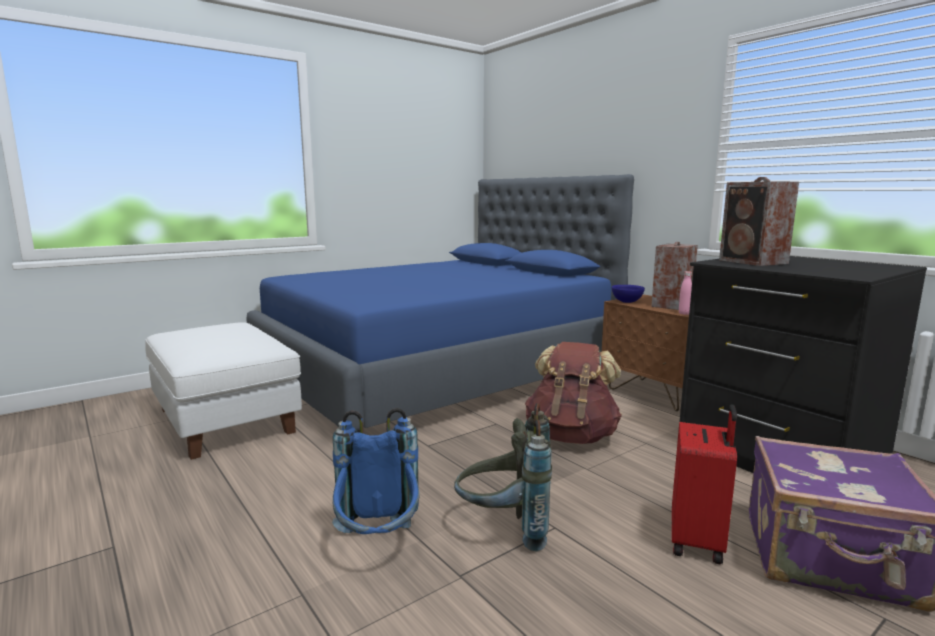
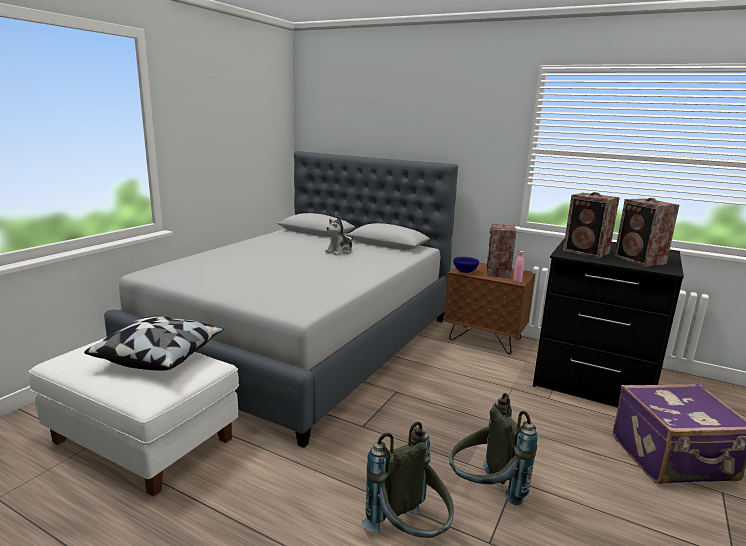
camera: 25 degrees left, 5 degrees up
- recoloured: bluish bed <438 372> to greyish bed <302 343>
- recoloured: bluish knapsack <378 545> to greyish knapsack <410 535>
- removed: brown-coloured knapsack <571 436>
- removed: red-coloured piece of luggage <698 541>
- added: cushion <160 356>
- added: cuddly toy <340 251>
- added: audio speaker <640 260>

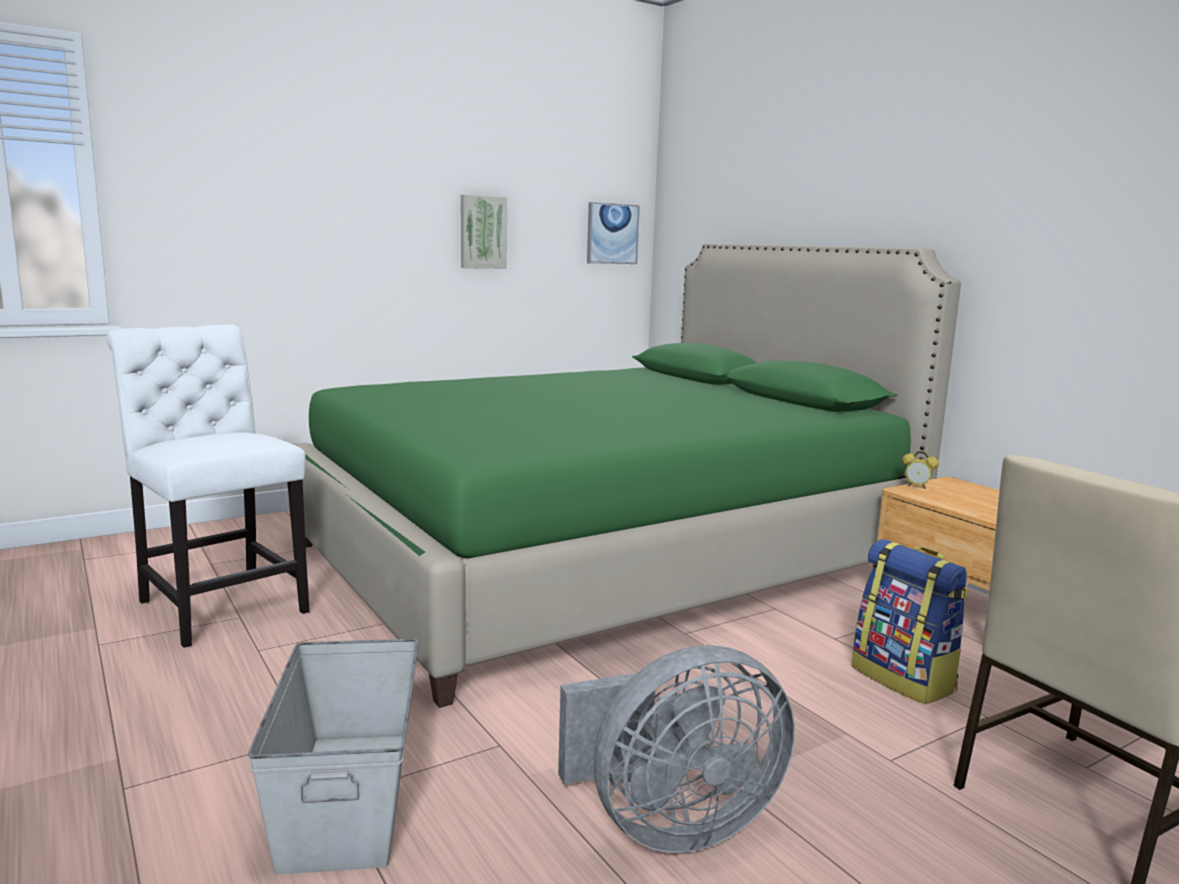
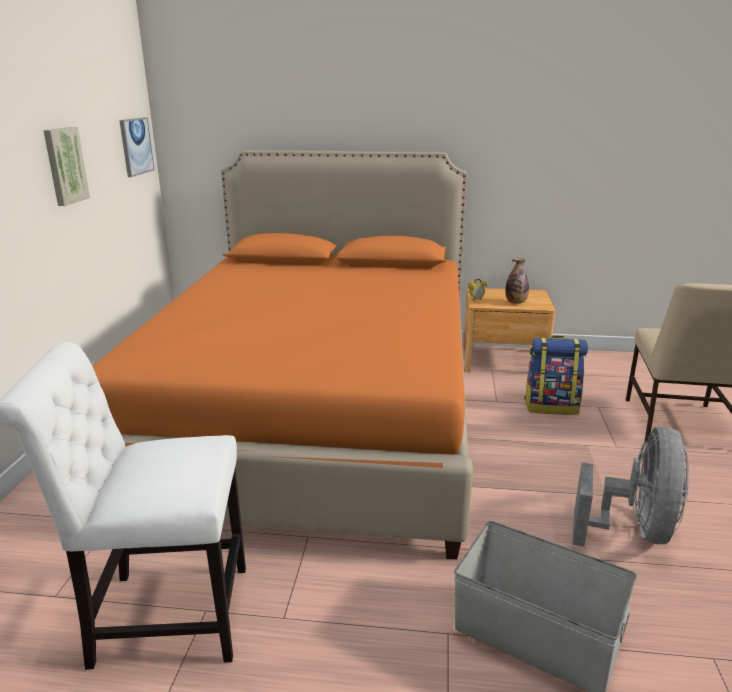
camera: 50 degrees left, 10 degrees up
- recoloured: green-coloured bed <602 559> to orange bed <317 416>
- added: drink bottle <516 302>

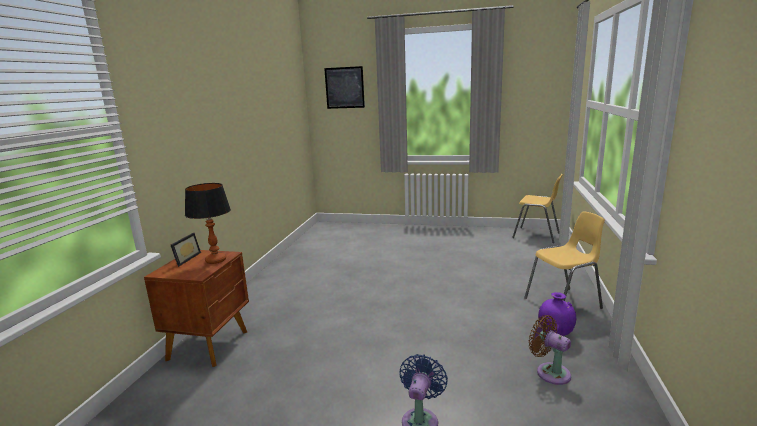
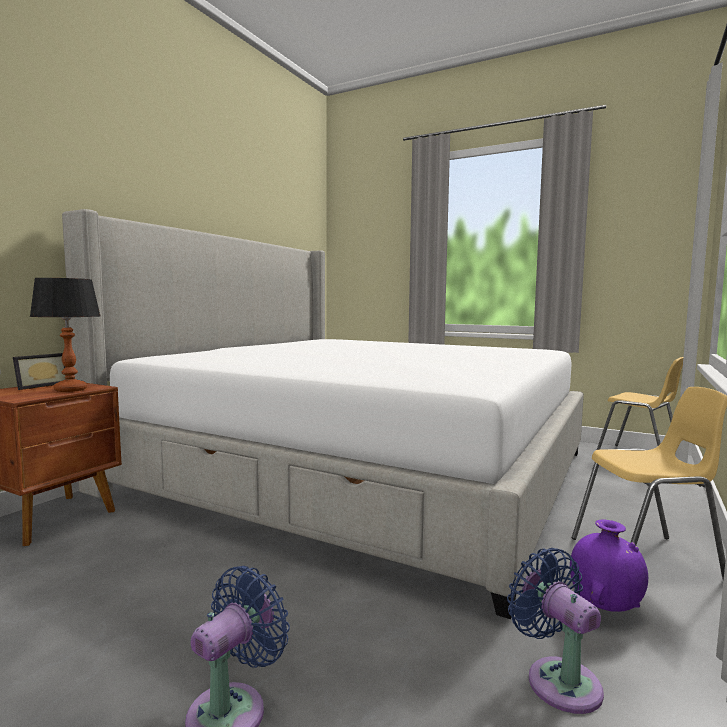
camera: 15 degrees right, 10 degrees down
- removed: wall art <344 87>
- recoloured: brown-coloured electric fan <550 372> to bluish electric fan <558 679>
- added: bed <361 471>

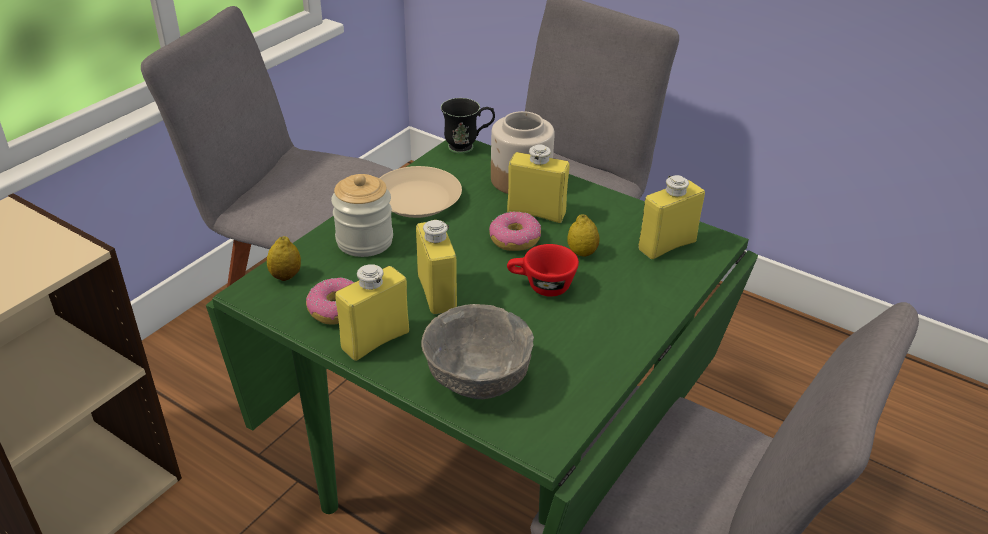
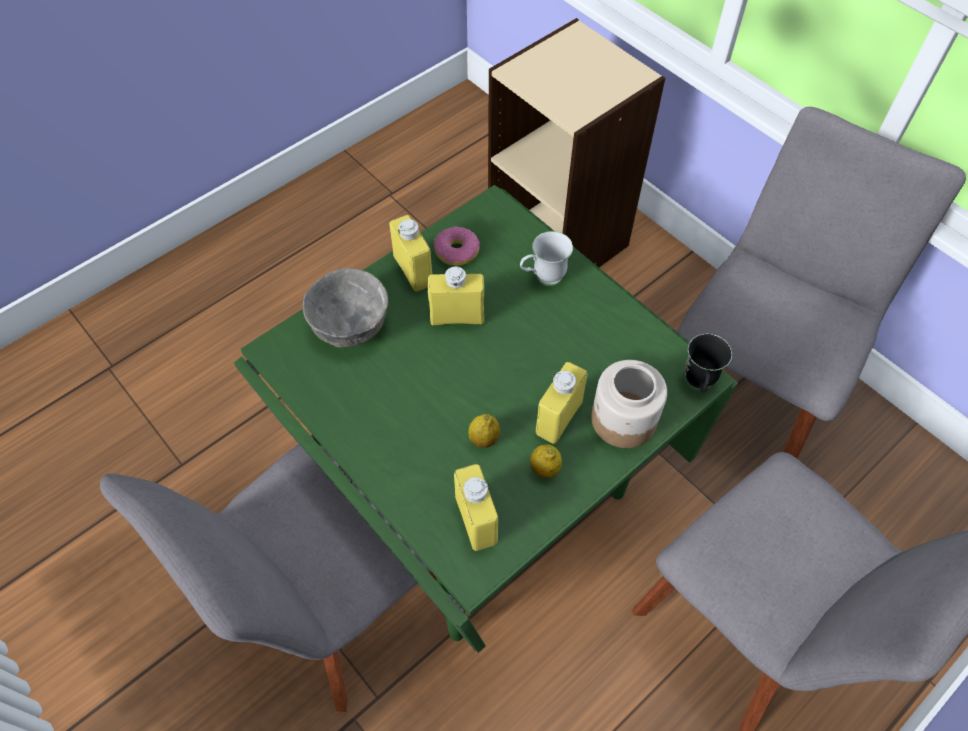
camera: 105 degrees right, 20 degrees up
- moved: lemon <286 276> to <544 469>
- replaced: jar <364 241> to white-coloured tea mug <543 278>
- removed: sand-coloured dinner plate <417 200>
- removed: donut <514 239>
- removed: red-coloured small cup <541 286>

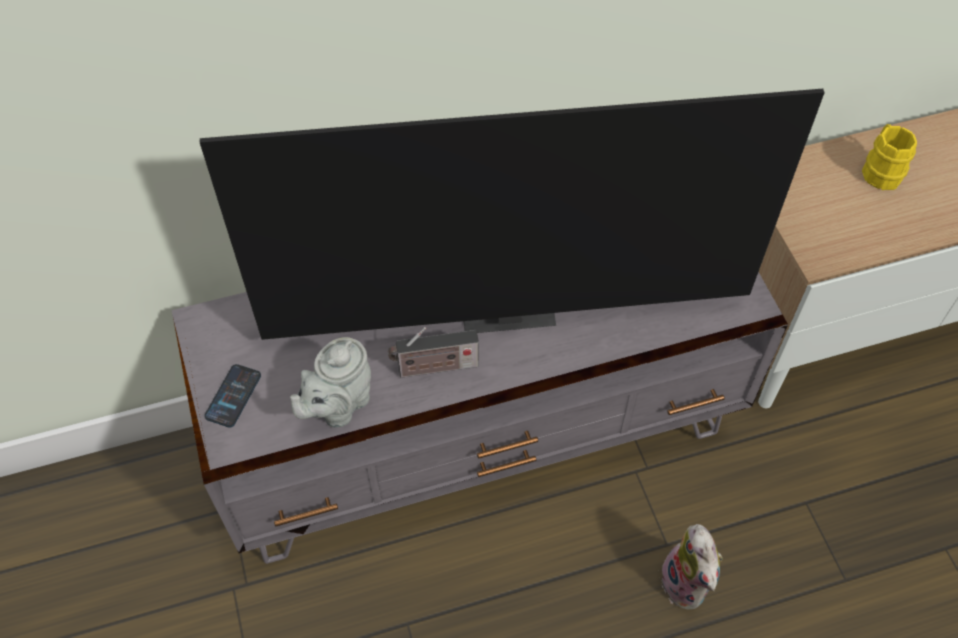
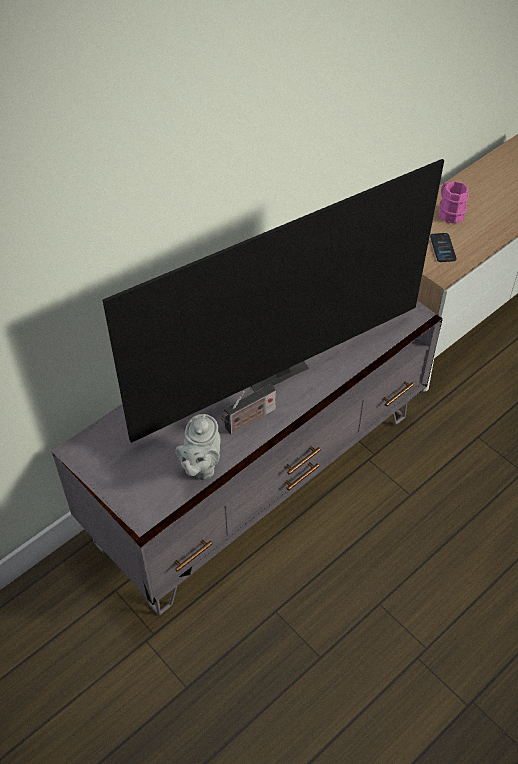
camera: 25 degrees left, 5 degrees down
- moved: phone <233 396> to <442 248>
- removed: cuddly toy <688 584>
- recoloured: yellow tea mug <880 170> to pink-coloured tea mug <449 212>

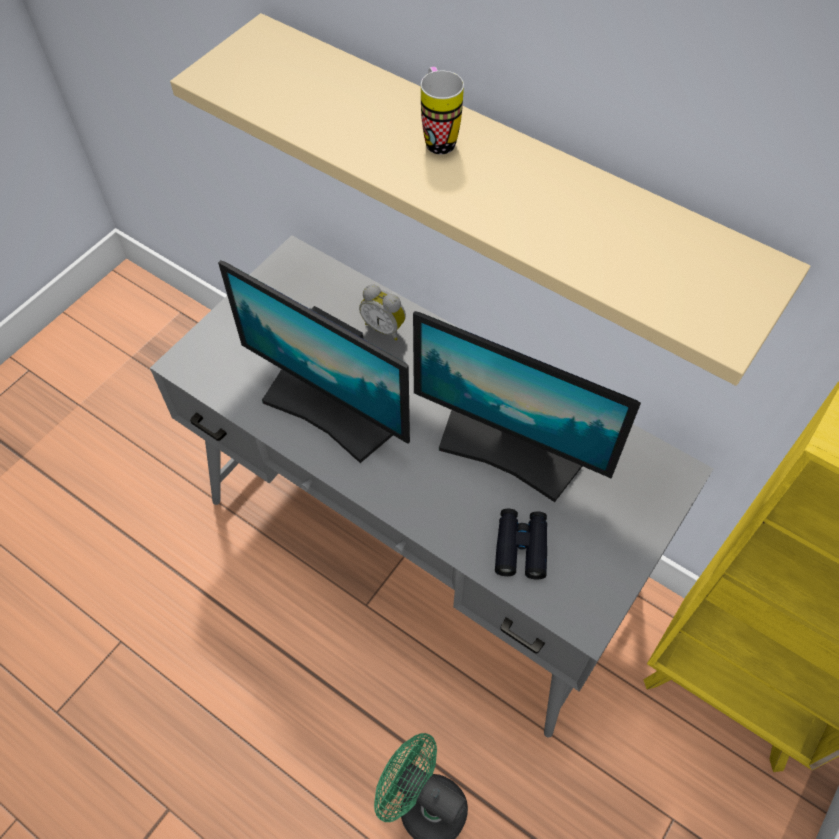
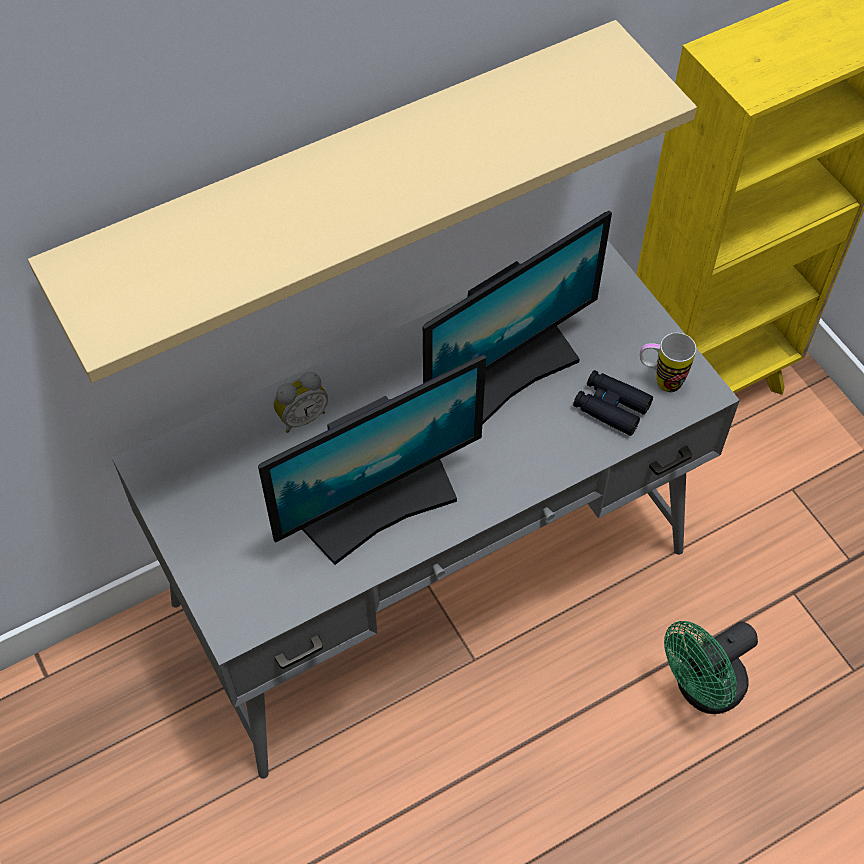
camera: 65 degrees left, 0 degrees up
- moved: tea mug <437 138> to <660 380>

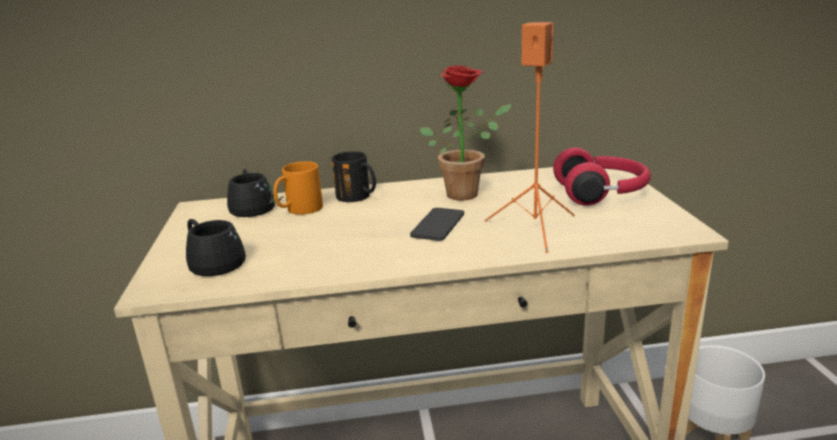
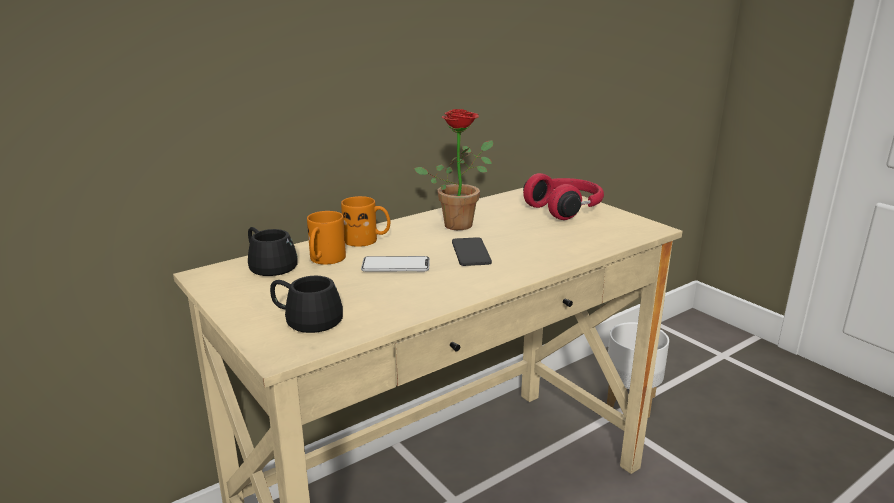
camera: 30 degrees left, 0 degrees up
- recoloured: black-coloured tea mug <358 197> to orange tea mug <367 240>
- removed: orange audio speaker <535 228>
- added: phone <395 266>

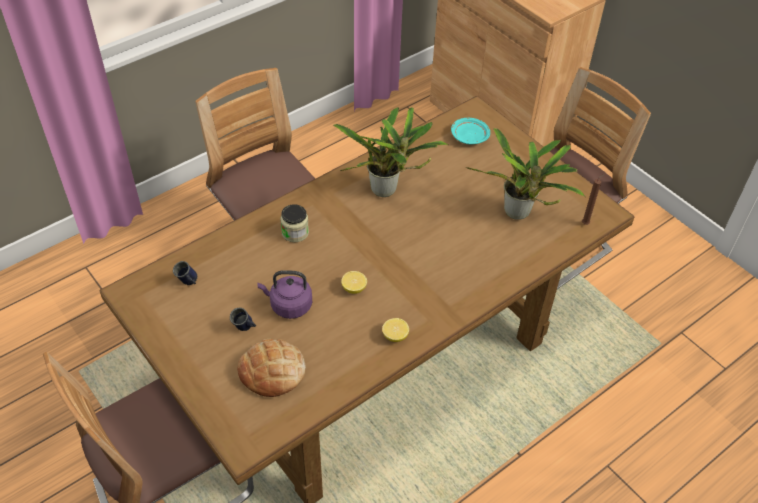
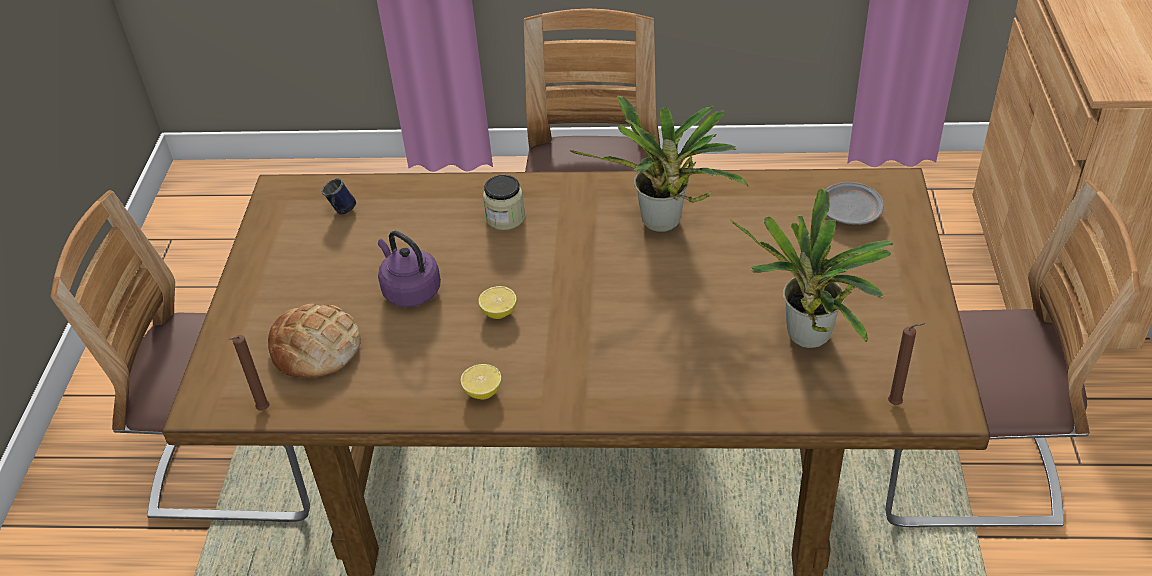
camera: 45 degrees right, 5 degrees down
- removed: bluish tea mug <245 328>
- recoloured: turquoise dinner plate <469 136> to greyish dinner plate <849 212>
- added: brown-coloured wax light <262 410>

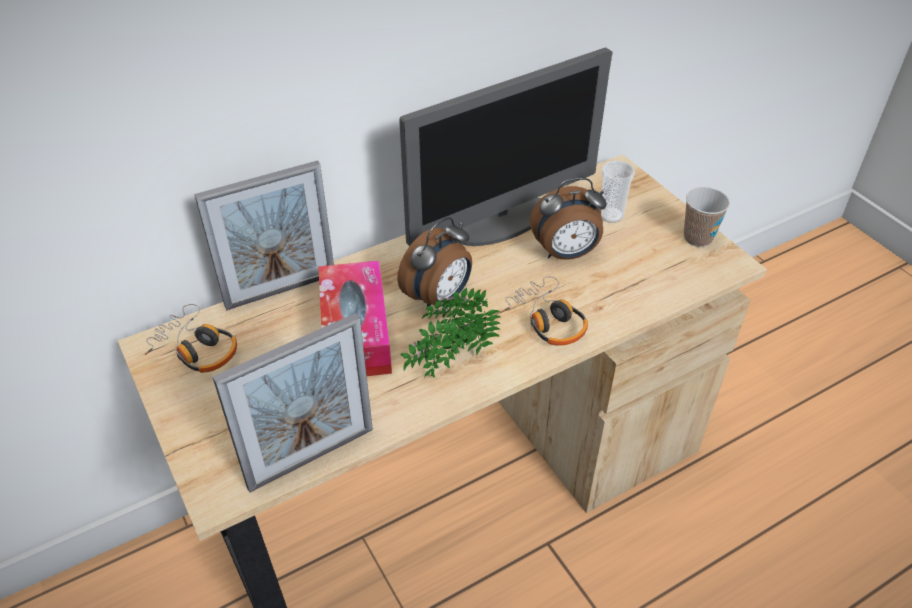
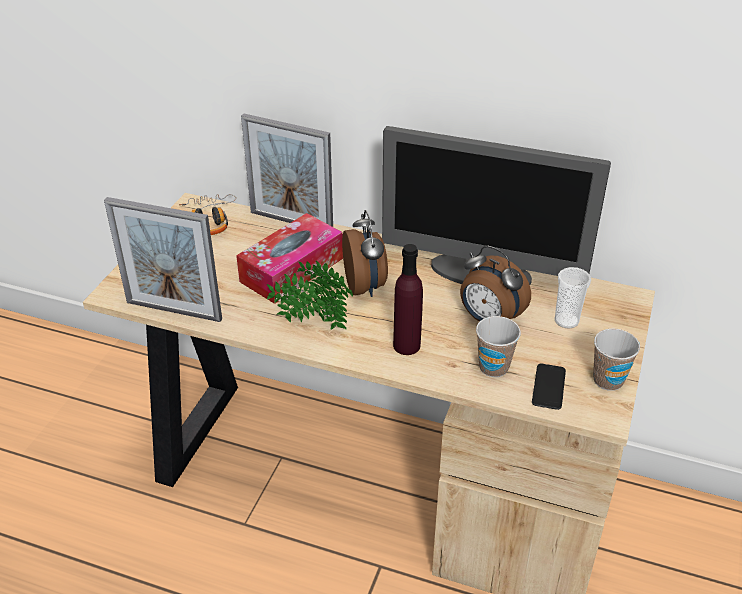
camera: 50 degrees right, 5 degrees down
- turned: alarm clock <439 298> = <365 286> 105 degrees counterclockwise
- replaced: headphones <547 320> to purple drink bottle <406 345>
- added: small cup <493 367>
- added: phone <548 387>

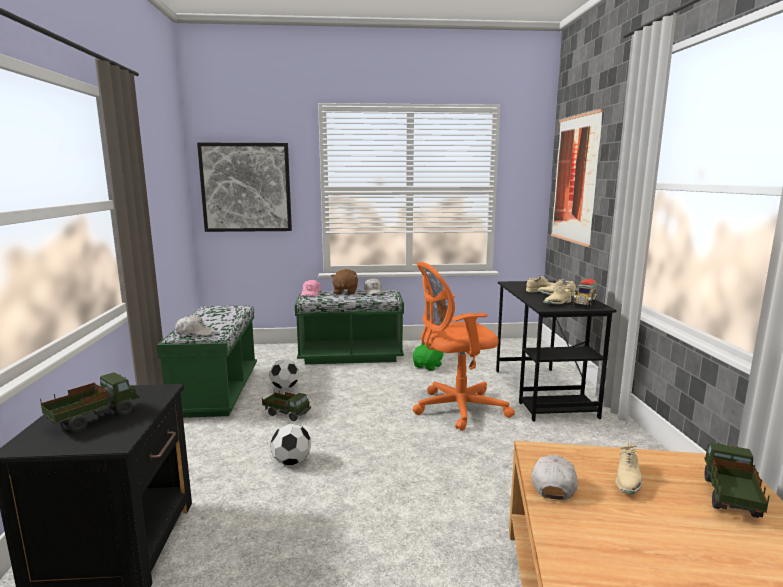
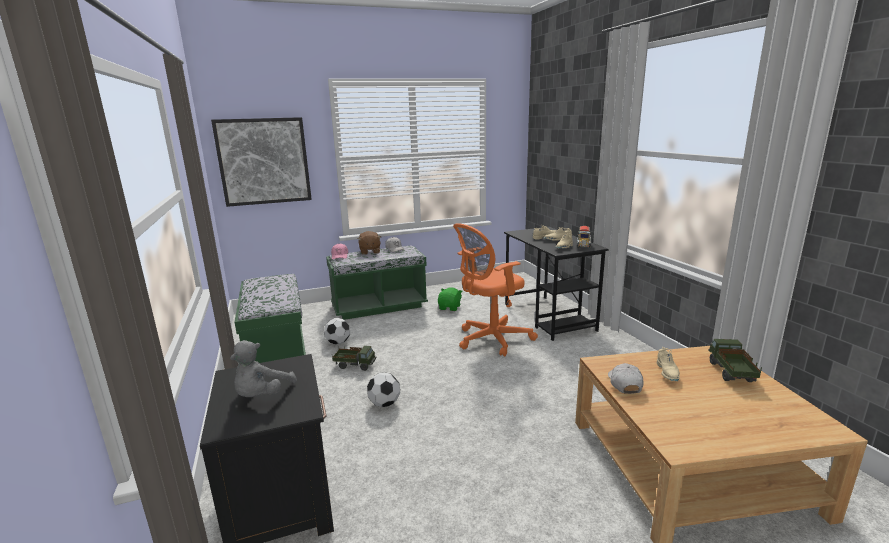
camera: 15 degrees left, 5 degrees up
- replaced: toy lorry <93 419> to greyish cuddly toy <262 395>
- removed: white-coloured cap <195 332>
- removed: wall art <575 179>

